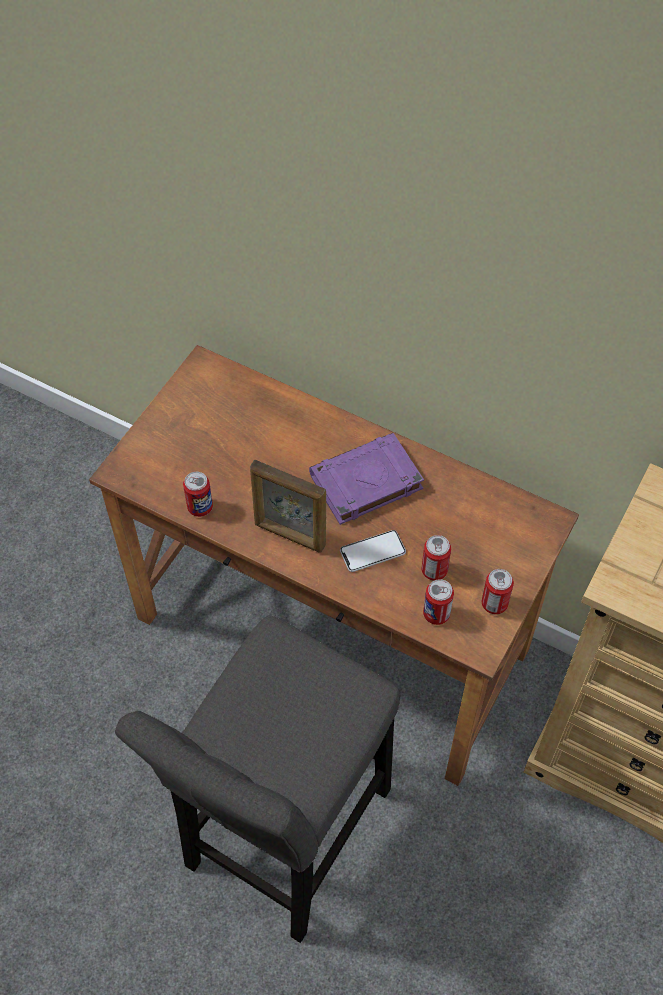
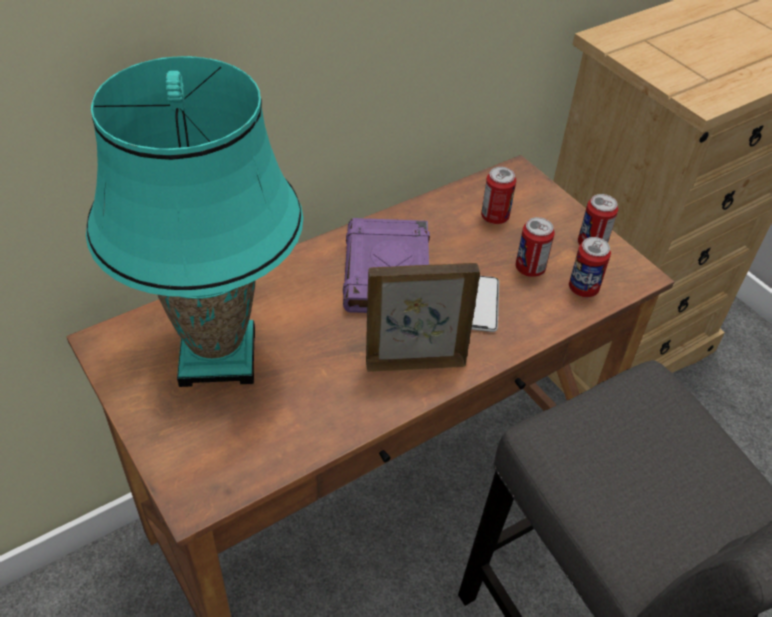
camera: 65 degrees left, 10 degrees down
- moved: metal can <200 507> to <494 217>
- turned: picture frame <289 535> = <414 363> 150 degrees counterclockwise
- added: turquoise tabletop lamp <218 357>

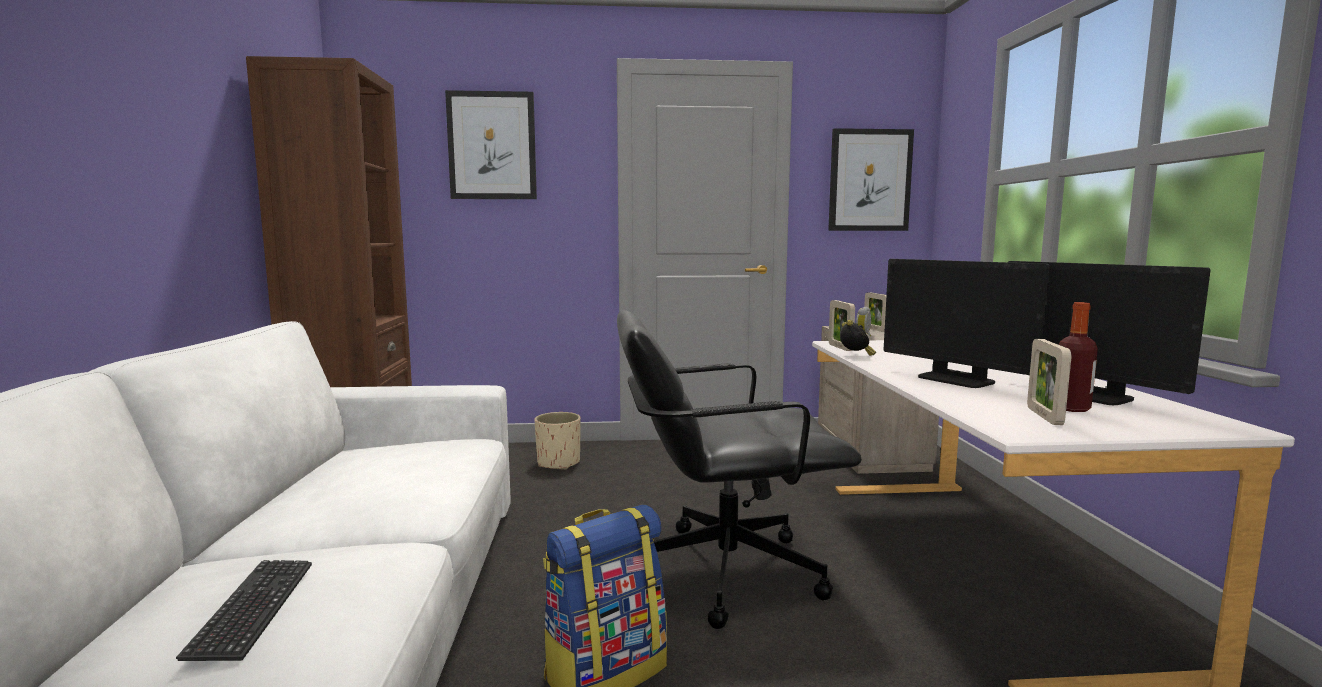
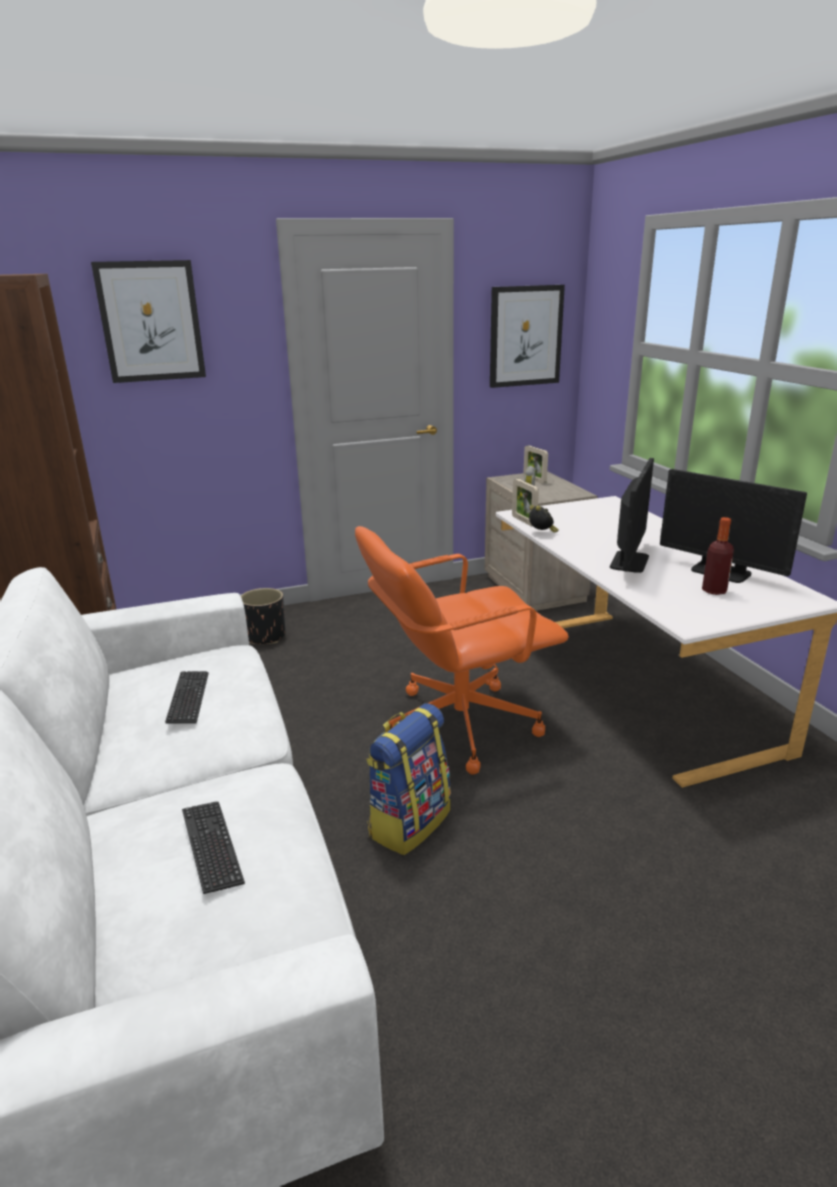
camera: 15 degrees left, 15 degrees up
- recoloured: sand-coloured plant pot <558 463> to black-coloured plant pot <265 636>
- recoloured: black-coloured desk chair <723 571> to orange desk chair <458 724>
- turned: monitor <956 380> = <629 562> 105 degrees counterclockwise
- removed: picture frame <1044 416>
- added: PC keyboard <188 698>

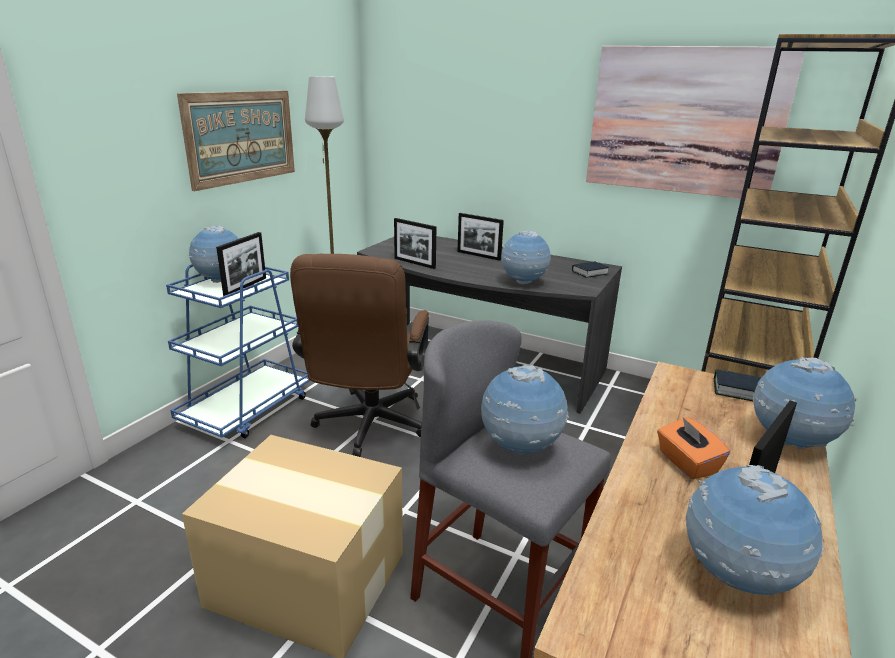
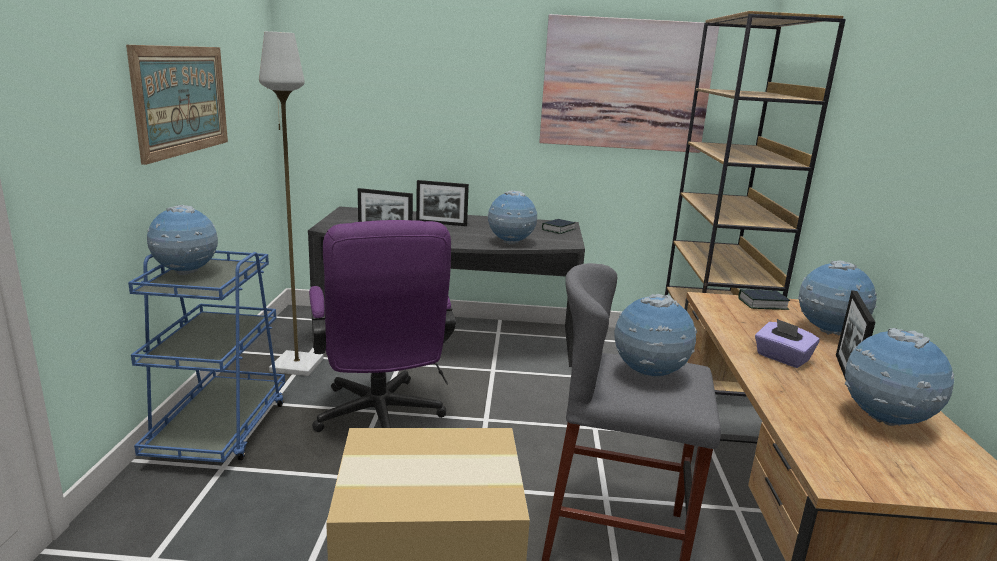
camera: 25 degrees left, 5 degrees down
- removed: picture frame <245 287>
- recoloured: brown-coloured desk chair <368 428> to purple desk chair <380 420>
- recoloured: orange box of tissues <686 463> to purple box of tissues <781 358>

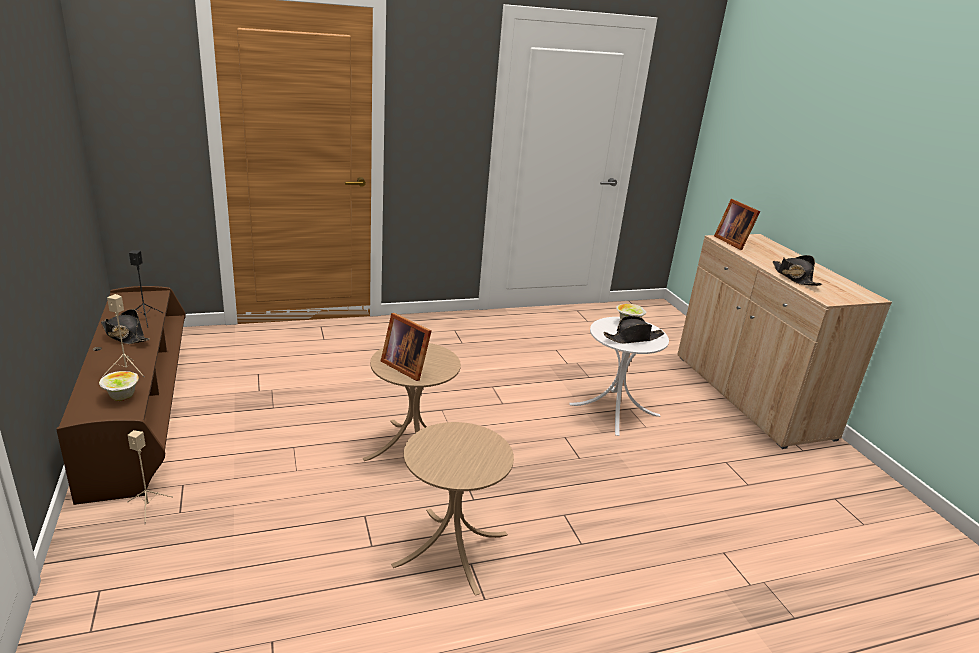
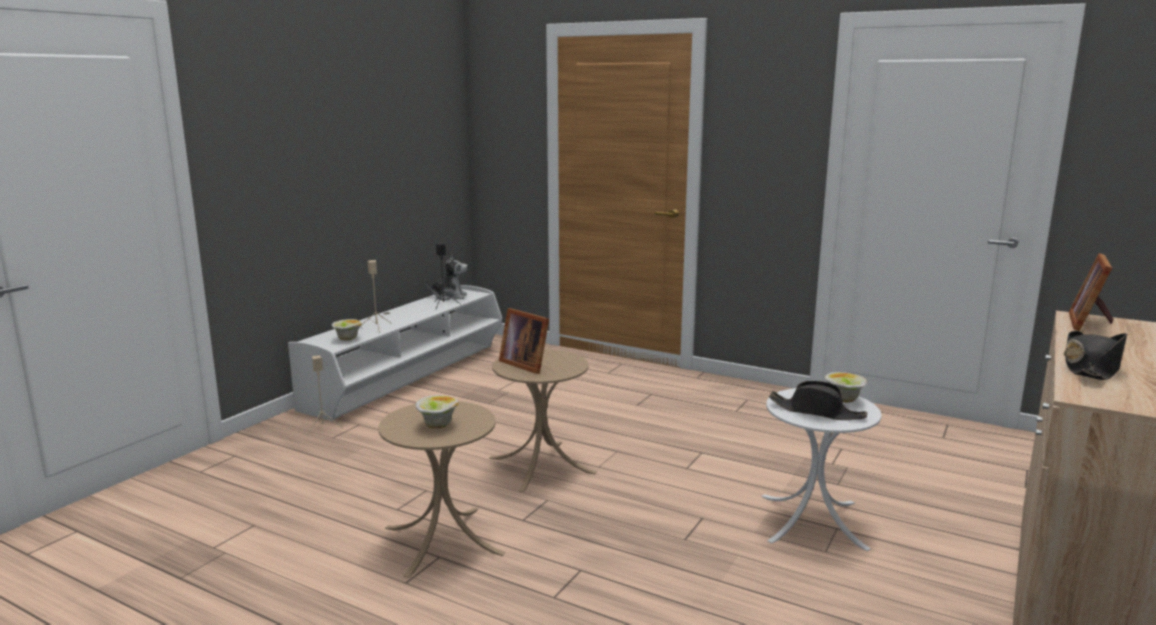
camera: 50 degrees right, 10 degrees down
- recoloured: brown-coloured tv stand <141 410> to white-coloured tv stand <409 377>
- removed: black-coloured wearable hat <125 335>
- turned: picture frame <406 366> = <525 364> 45 degrees counterclockwise
- added: serving bowl <437 425>
- added: cuddly toy <449 296>

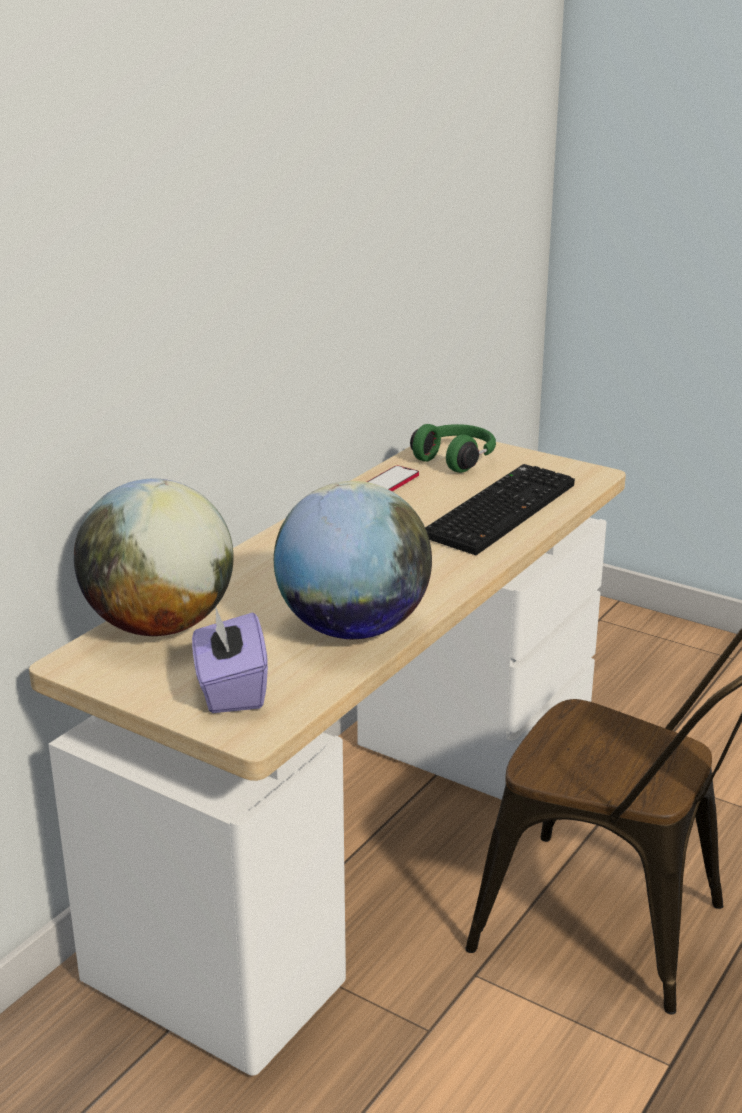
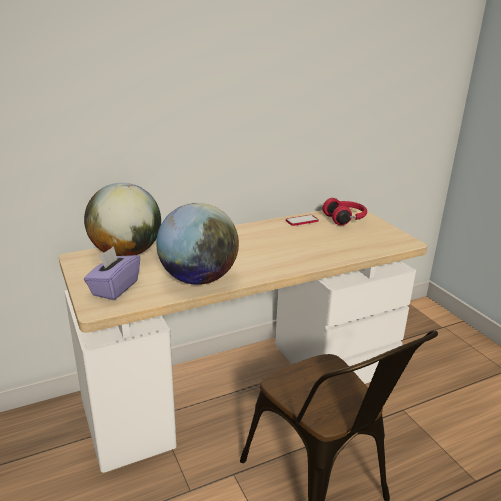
camera: 30 degrees right, 0 degrees up
- recoloured: green-coloured headphones <456 459> to red-coloured headphones <345 219>
- removed: PC keyboard <499 509>

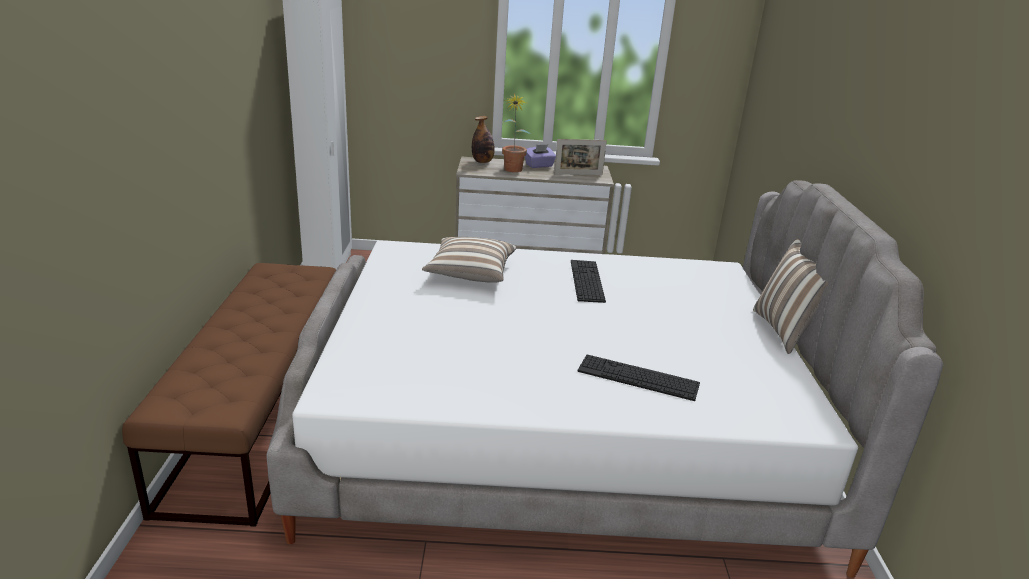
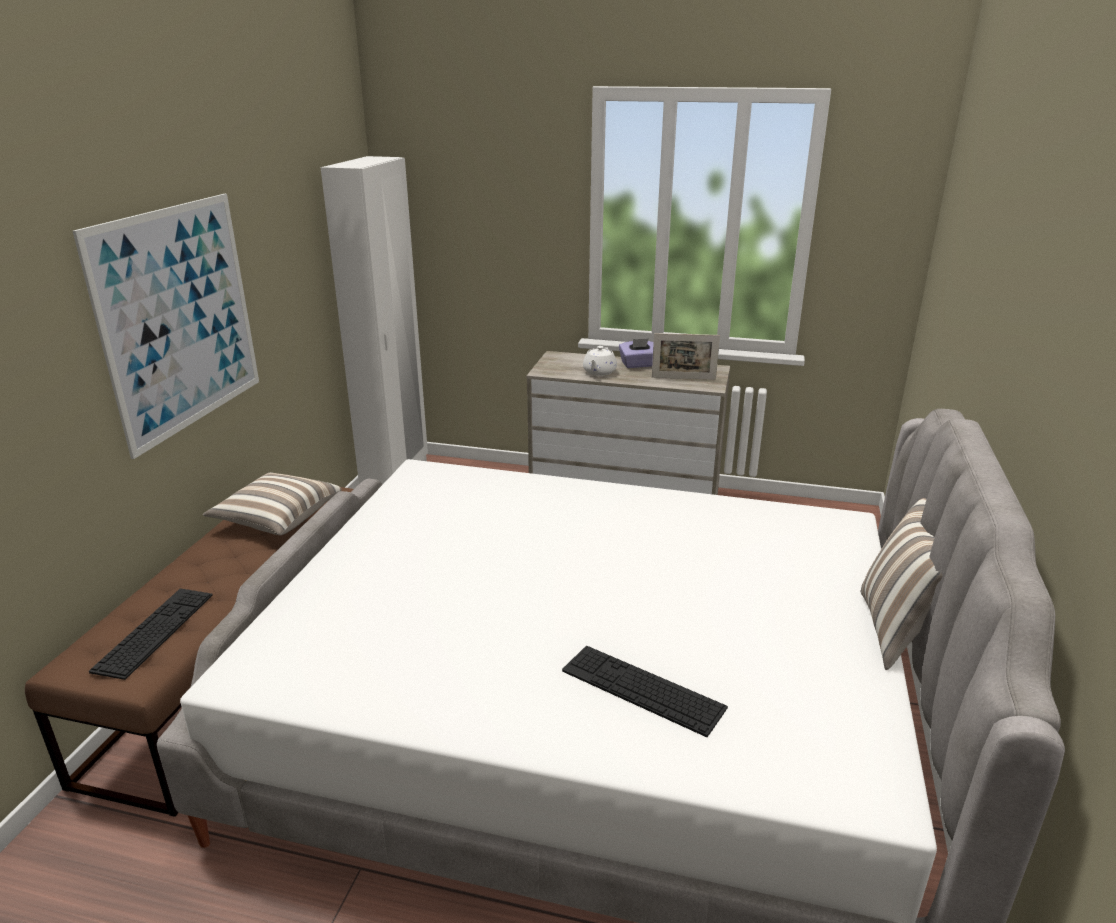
camera: 15 degrees right, 0 degrees up
- moved: cushion <470 273> to <276 519>
- removed: drink bottle <482 162>
- replaced: potted plant <512 171> to white-coloured tea pot <599 372>
- moved: PC keyboard <587 280> to <155 631>
- added: wall art <180 318>

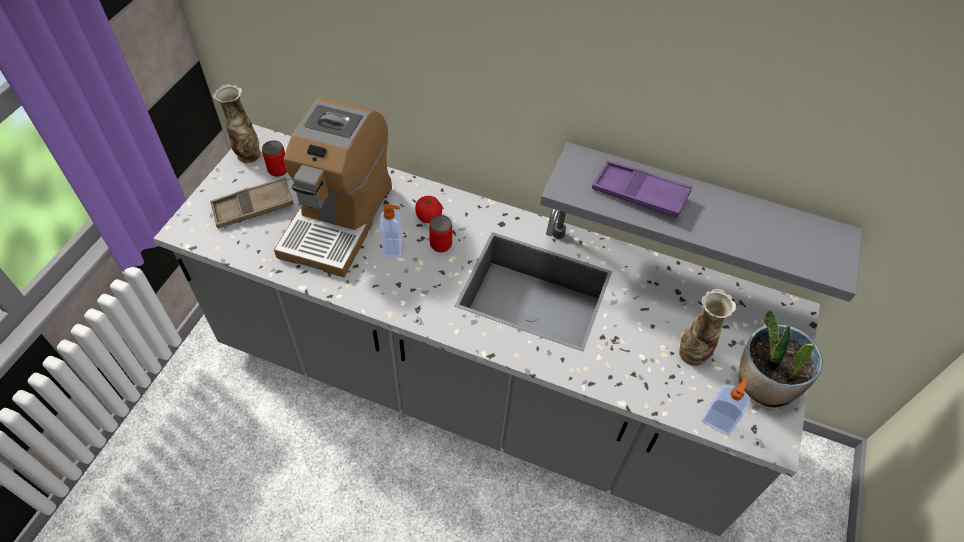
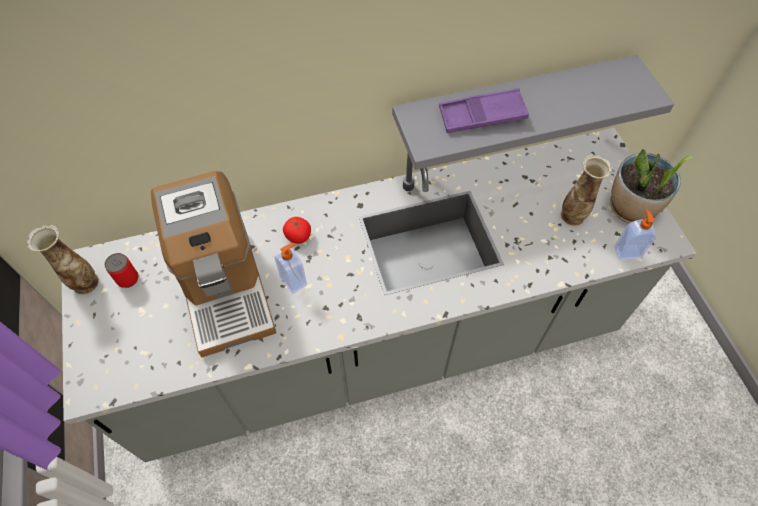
camera: 35 degrees left, 5 degrees up
- removed: brown-coloured serving tray <253 207>
- removed: metal can <441 244>

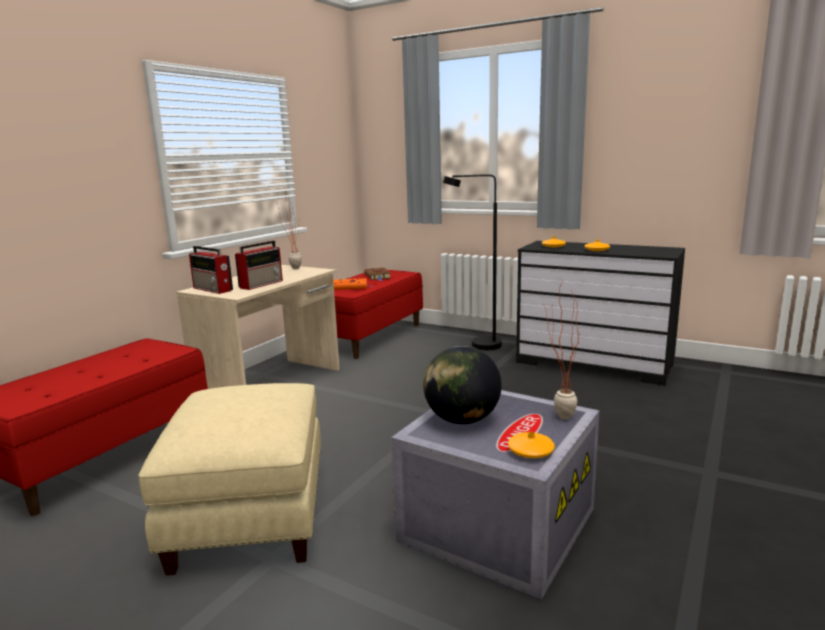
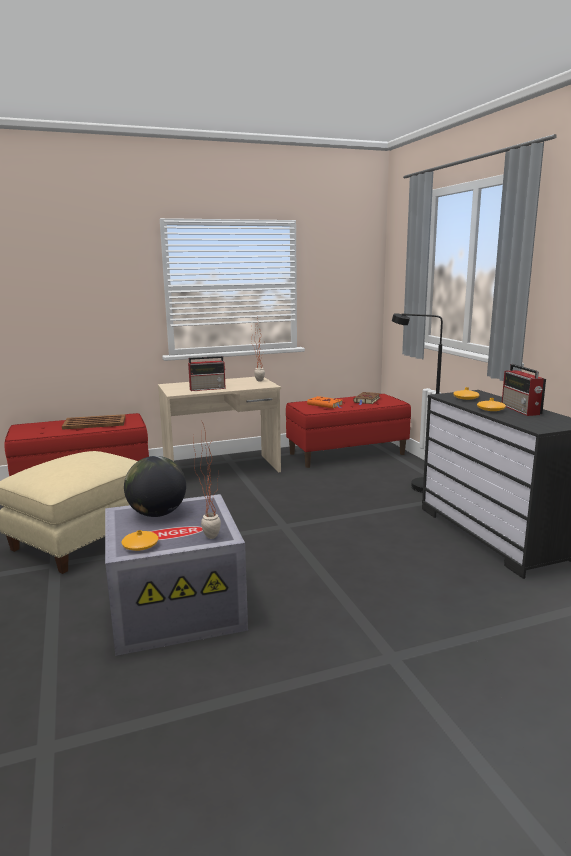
camera: 40 degrees right, 0 degrees up
- moved: radio set <213 289> to <521 410>
- added: brown-coloured serving tray <94 423>

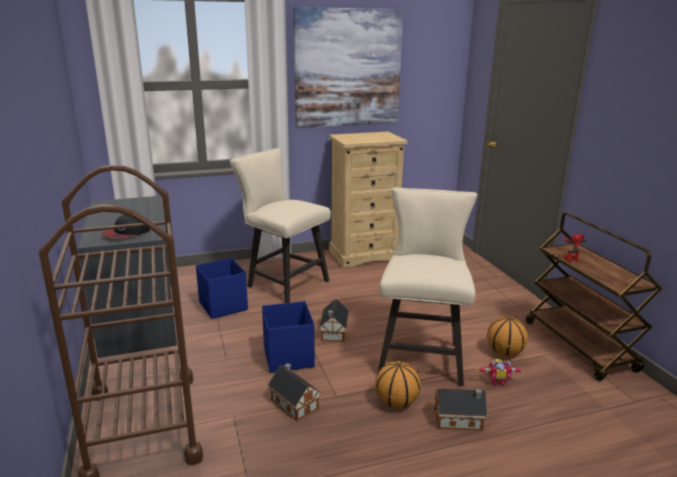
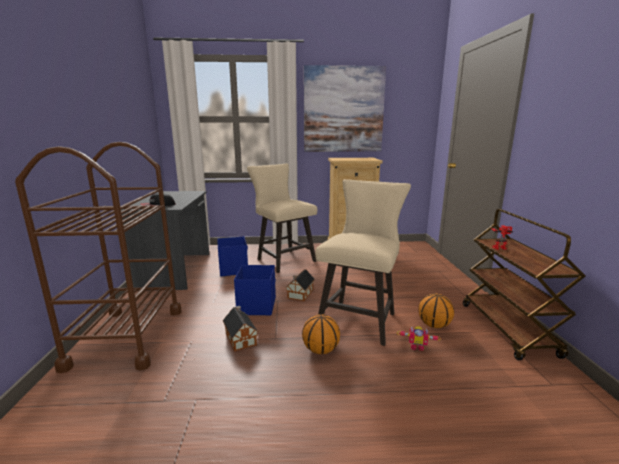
camera: 15 degrees right, 5 degrees down
- removed: miniature house <460 420>

